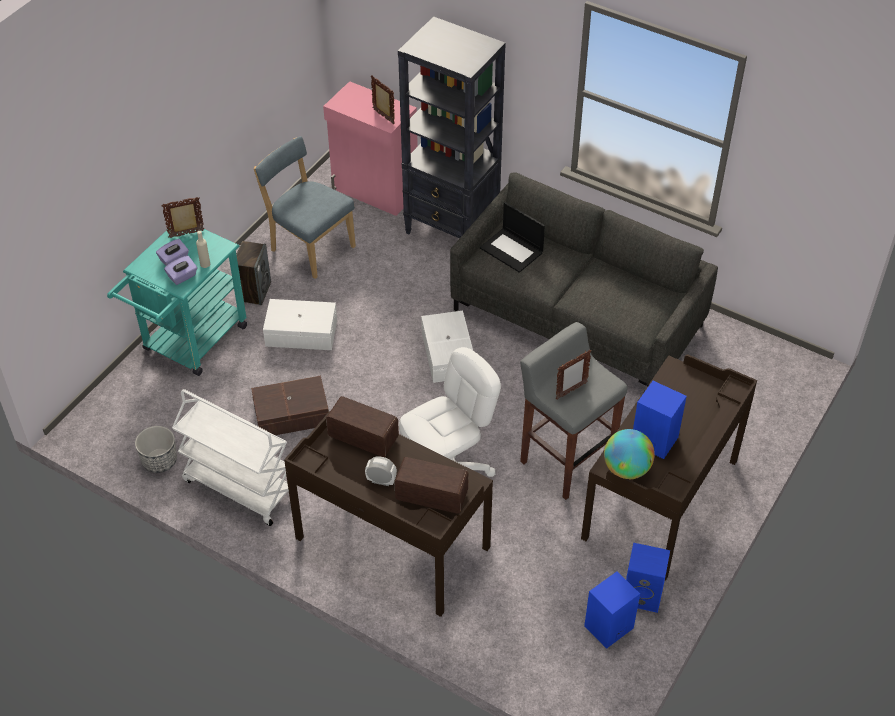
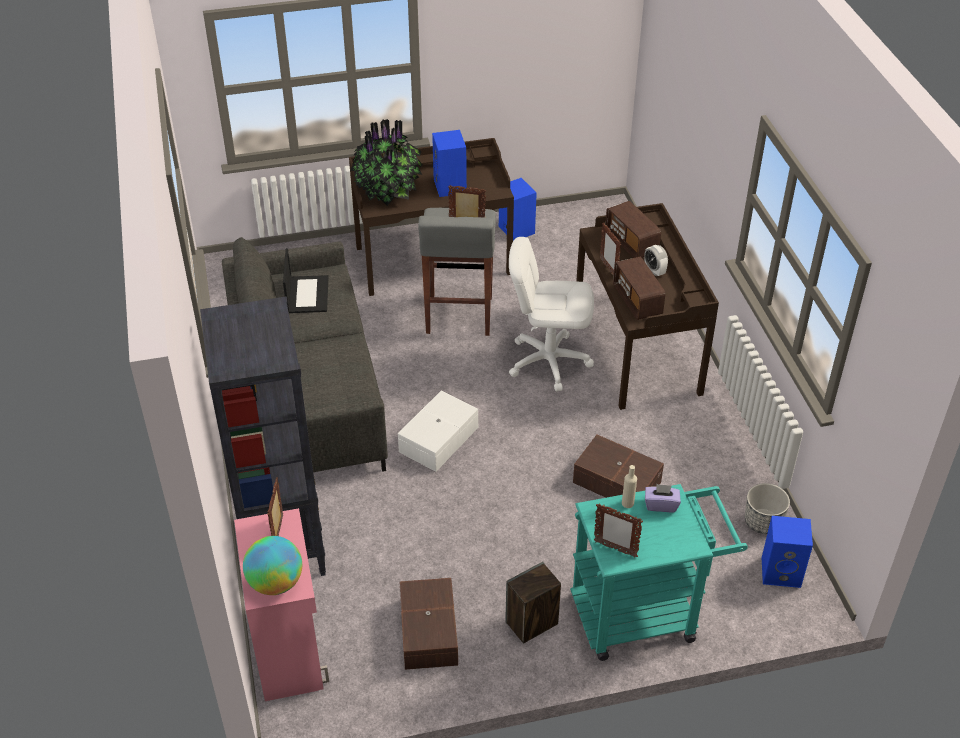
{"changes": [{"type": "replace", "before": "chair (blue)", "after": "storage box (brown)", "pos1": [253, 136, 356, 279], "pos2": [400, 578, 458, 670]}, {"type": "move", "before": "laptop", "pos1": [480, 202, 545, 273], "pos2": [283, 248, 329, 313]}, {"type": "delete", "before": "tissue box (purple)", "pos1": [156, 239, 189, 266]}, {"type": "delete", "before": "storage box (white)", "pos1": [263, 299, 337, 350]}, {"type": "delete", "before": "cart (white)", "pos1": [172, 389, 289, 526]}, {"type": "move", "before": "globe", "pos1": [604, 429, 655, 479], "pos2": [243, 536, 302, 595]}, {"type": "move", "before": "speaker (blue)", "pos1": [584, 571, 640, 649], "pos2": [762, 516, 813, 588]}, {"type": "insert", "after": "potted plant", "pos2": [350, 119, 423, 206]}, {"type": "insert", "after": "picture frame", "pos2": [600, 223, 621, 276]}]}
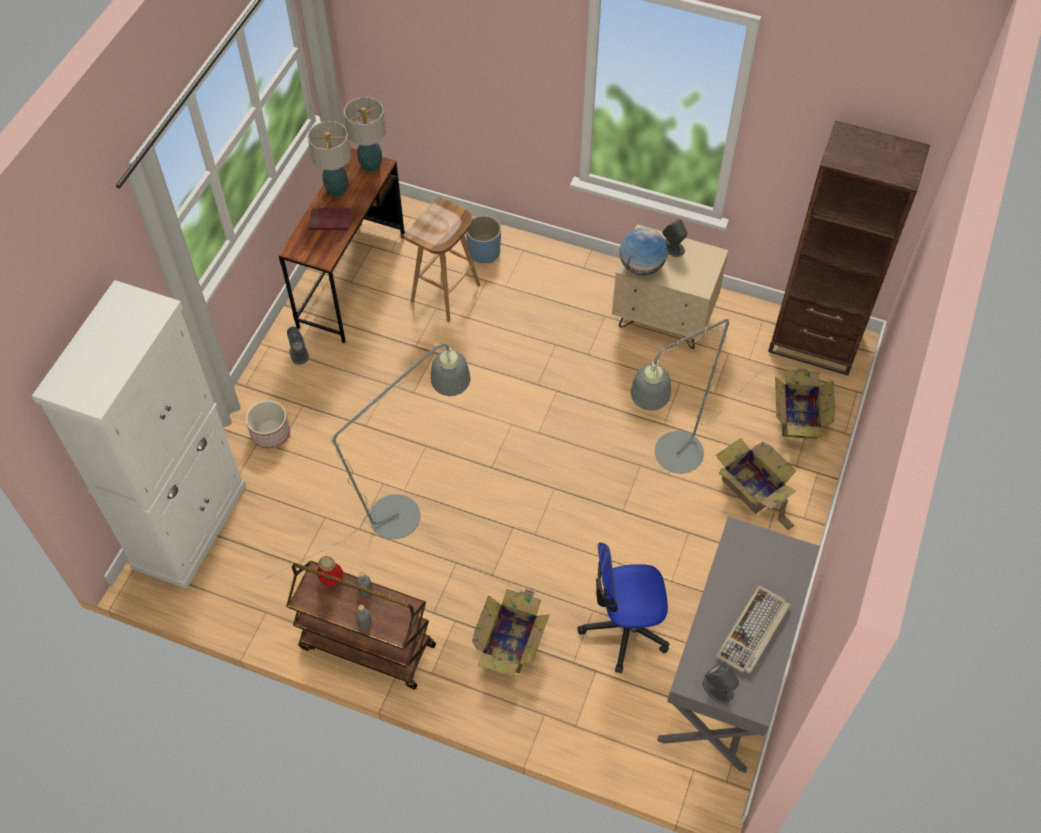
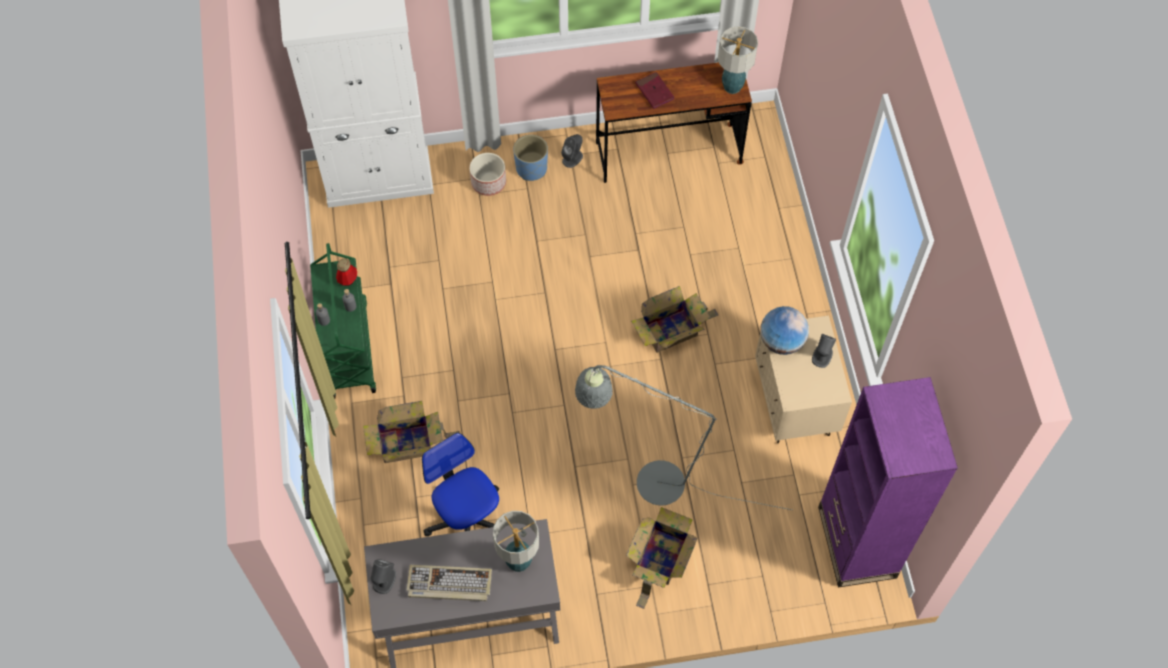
{"changes": [{"type": "move", "before": "table lamp", "pos1": [307, 121, 351, 197], "pos2": [493, 511, 539, 572]}, {"type": "recolor", "before": "bookcase (brown)", "after": "bookcase (purple)", "pos1": [768, 121, 930, 376], "pos2": [818, 377, 958, 588]}, {"type": "delete", "before": "stool (brown)", "pos1": [404, 197, 480, 322]}, {"type": "move", "before": "planter (blue)", "pos1": [466, 215, 501, 263], "pos2": [513, 135, 548, 181]}, {"type": "delete", "before": "floor lamp (grey)", "pos1": [265, 343, 471, 579]}, {"type": "move", "before": "cardboard box", "pos1": [775, 369, 835, 439], "pos2": [631, 286, 718, 353]}, {"type": "recolor", "before": "cart (brown)", "after": "cart (green)", "pos1": [286, 561, 436, 689], "pos2": [310, 243, 376, 399]}]}
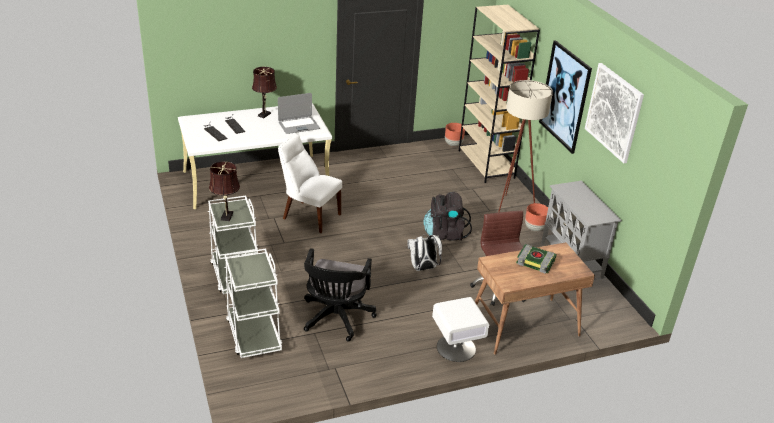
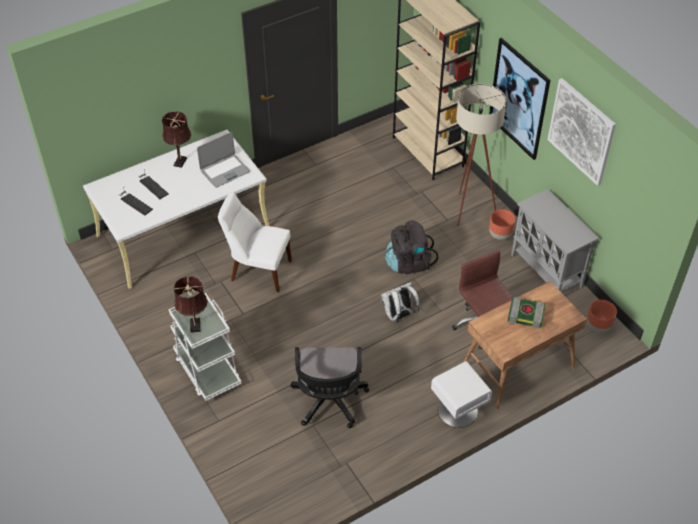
{"changes": [{"type": "move", "before": "planter (brown)", "pos1": [445, 123, 465, 146], "pos2": [587, 300, 617, 333]}, {"type": "delete", "before": "cart (white)", "pos1": [224, 248, 282, 358]}]}
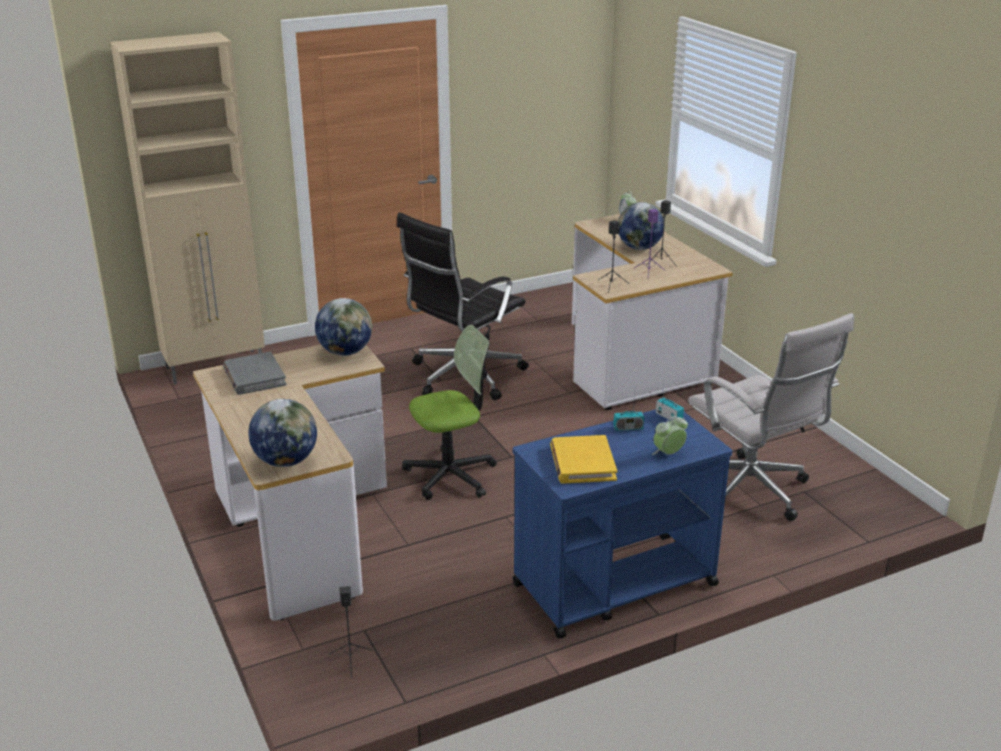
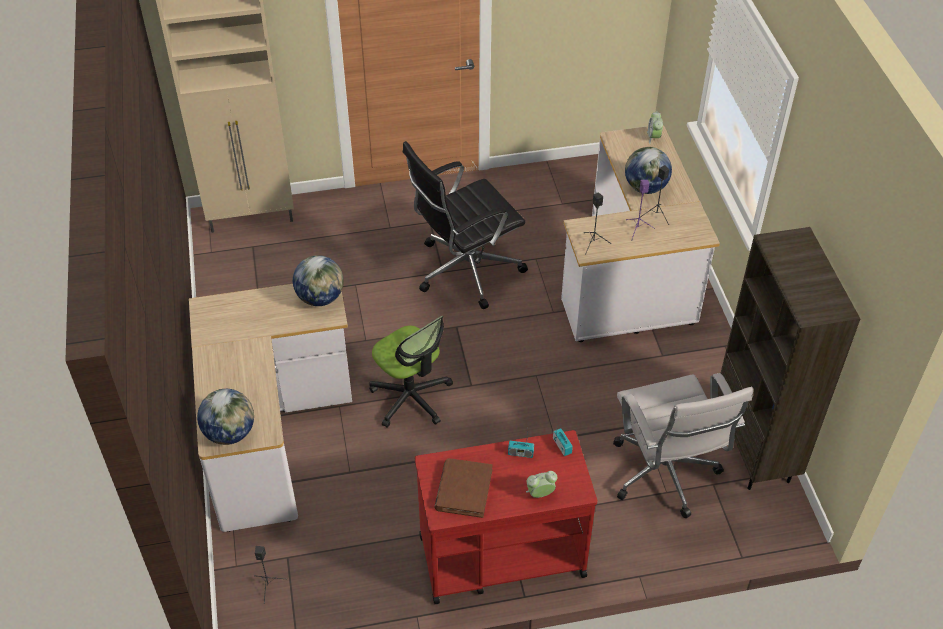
{"changes": [{"type": "rotate", "before": "office chair", "pos1": [402, 324, 497, 500], "pos2": [369, 316, 453, 428], "turn": 60}, {"type": "delete", "before": "book (grey)", "pos1": [223, 352, 287, 395]}, {"type": "recolor", "before": "cart (blue)", "after": "cart (red)", "pos1": [513, 409, 732, 639], "pos2": [415, 430, 597, 604]}, {"type": "recolor", "before": "book (yellow)", "after": "book (brown)", "pos1": [550, 435, 617, 484], "pos2": [434, 458, 493, 518]}, {"type": "insert", "after": "bookcase (brown)", "pos2": [718, 227, 860, 490]}]}
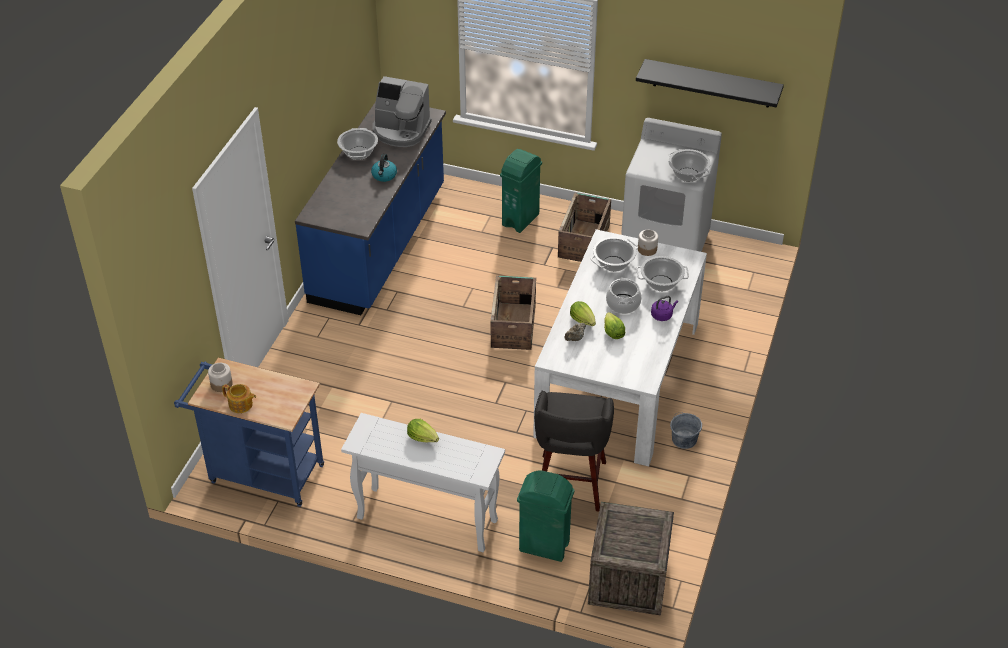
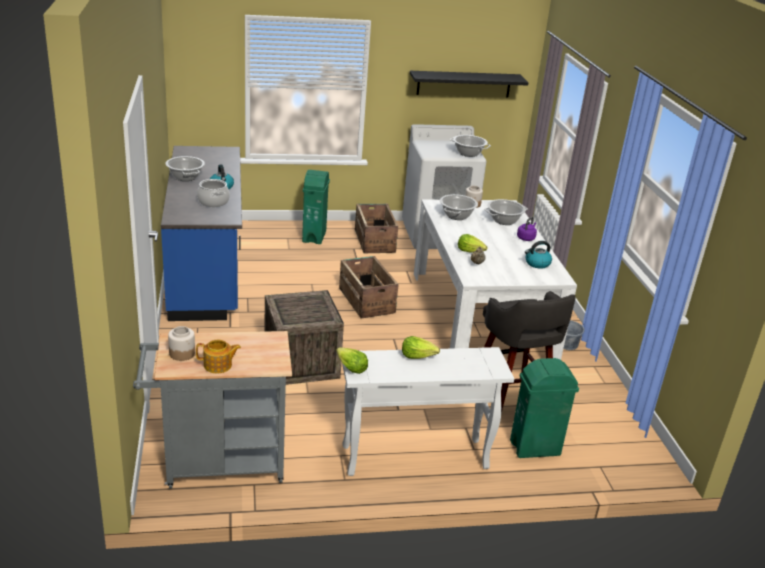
{"changes": [{"type": "delete", "before": "coffee machine", "pos1": [372, 76, 432, 147]}, {"type": "move", "before": "cooking pot", "pos1": [606, 277, 642, 314], "pos2": [197, 179, 230, 207]}, {"type": "move", "before": "lettuce", "pos1": [604, 312, 625, 339], "pos2": [337, 347, 368, 374]}, {"type": "recolor", "before": "cart (blue)", "after": "cart (grey)", "pos1": [174, 358, 324, 507], "pos2": [133, 331, 292, 489]}, {"type": "move", "before": "crate", "pos1": [588, 502, 674, 616], "pos2": [264, 290, 344, 385]}, {"type": "insert", "after": "kettle", "pos2": [525, 241, 552, 269]}]}
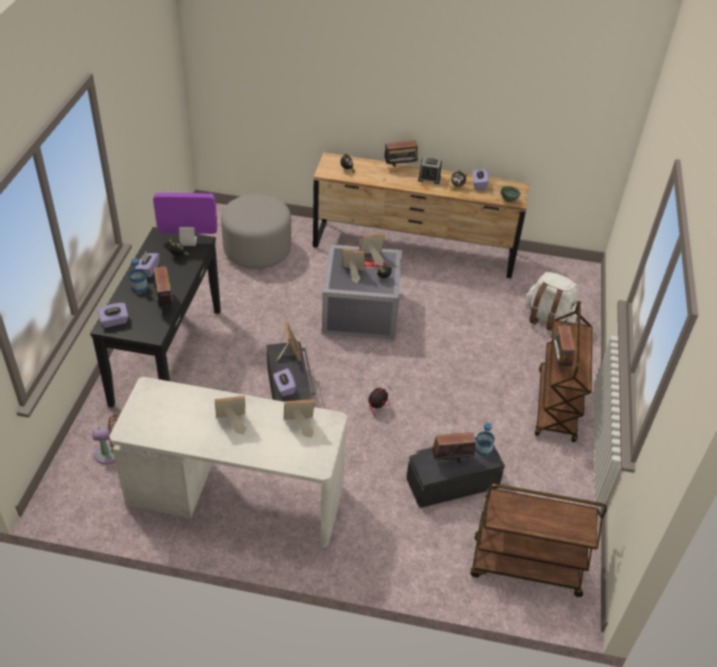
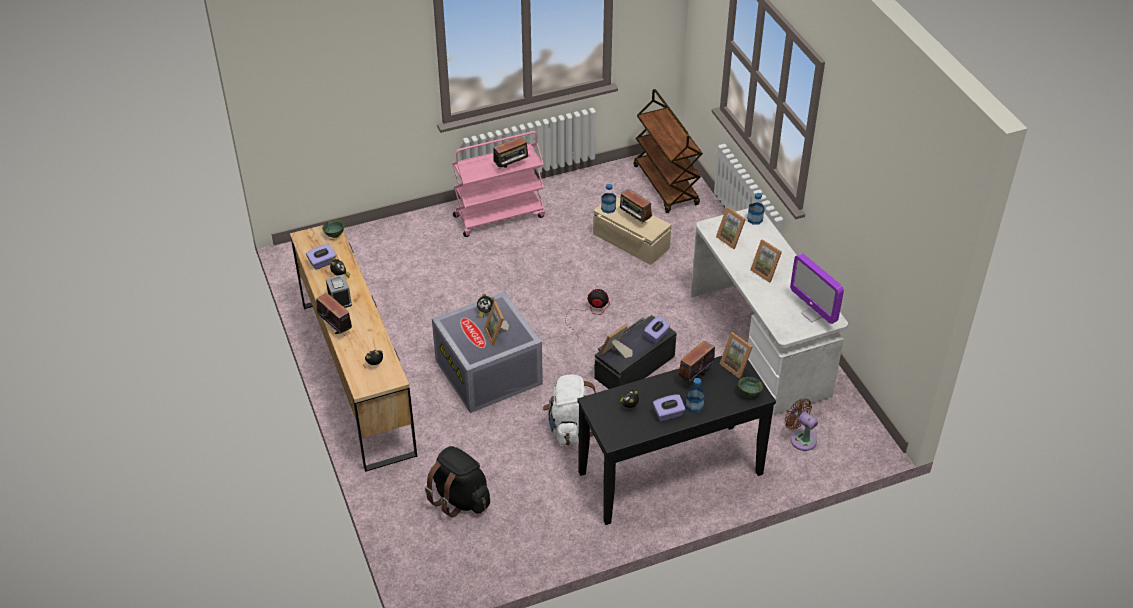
{"changes": [{"type": "move", "before": "monitor", "pos1": [153, 193, 218, 246], "pos2": [790, 253, 844, 324]}, {"type": "replace", "before": "ottoman (grey)", "after": "backpack (black)", "pos1": [221, 194, 291, 269], "pos2": [425, 446, 490, 518]}, {"type": "move", "before": "picture frame", "pos1": [359, 233, 385, 266], "pos2": [719, 332, 753, 378]}, {"type": "move", "before": "backpack (white)", "pos1": [525, 272, 578, 331], "pos2": [543, 375, 596, 445]}, {"type": "recolor", "before": "cart (brown)", "after": "cart (pink)", "pos1": [535, 301, 592, 442], "pos2": [452, 131, 545, 237]}, {"type": "replace", "before": "tissue box (purple)", "after": "bowl (green)", "pos1": [97, 303, 128, 328], "pos2": [738, 377, 763, 398]}, {"type": "recolor", "before": "storage box (black)", "after": "storage box (beige)", "pos1": [406, 437, 505, 508], "pos2": [593, 196, 671, 265]}, {"type": "insert", "after": "bottle", "pos2": [747, 193, 765, 225]}]}
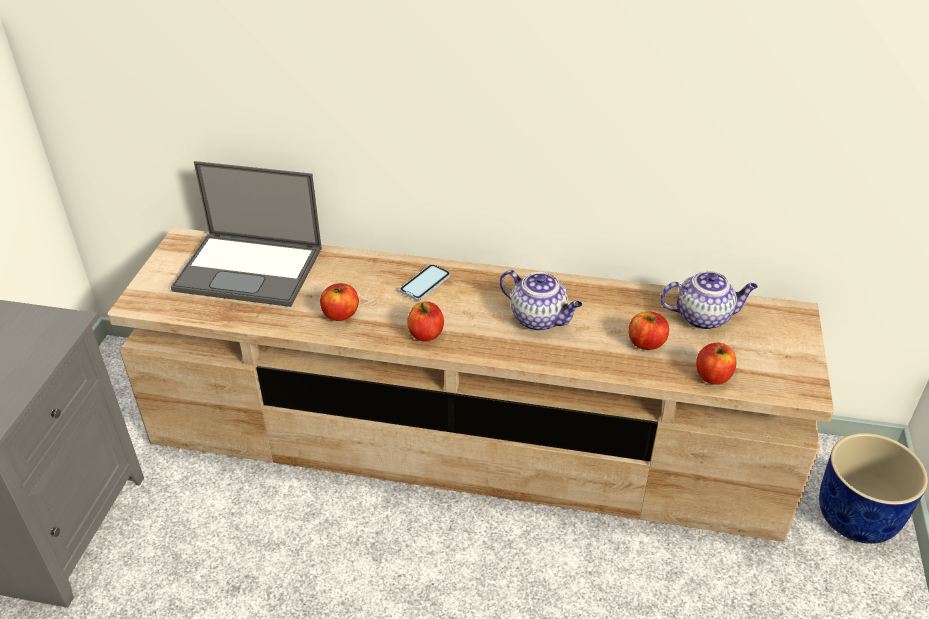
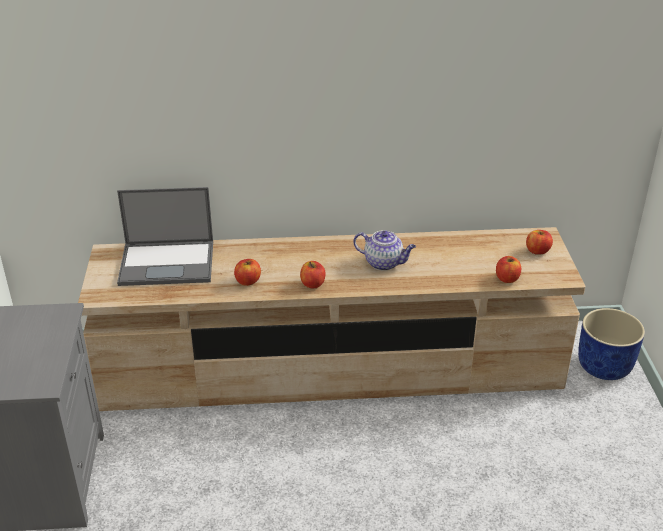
{"changes": [{"type": "delete", "before": "phone", "pos1": [400, 264, 450, 300]}, {"type": "delete", "before": "teapot", "pos1": [660, 271, 758, 330]}, {"type": "move", "before": "apple", "pos1": [628, 312, 669, 350], "pos2": [526, 230, 553, 255]}]}
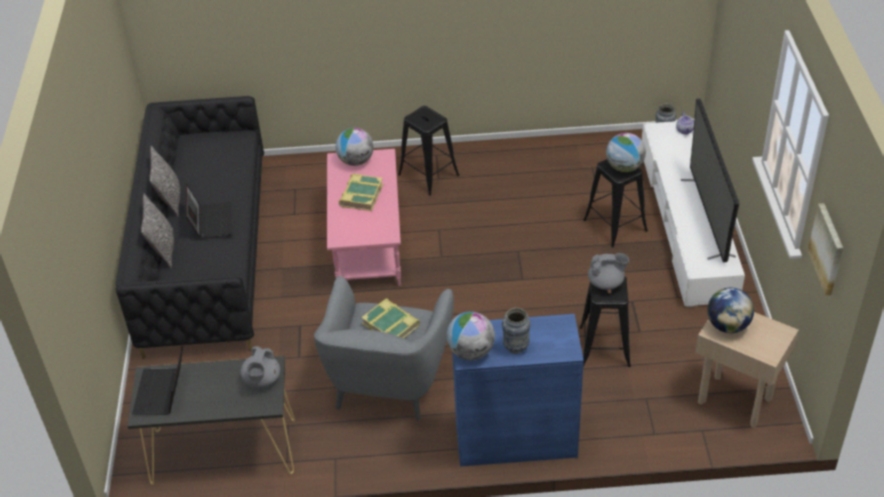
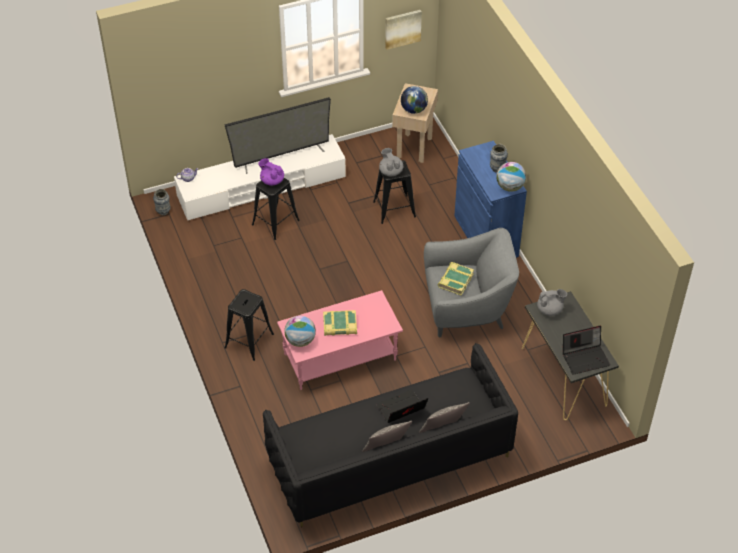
{"changes": [{"type": "replace", "before": "globe", "after": "teapot (purple)", "pos1": [606, 133, 646, 172], "pos2": [258, 158, 284, 186]}]}
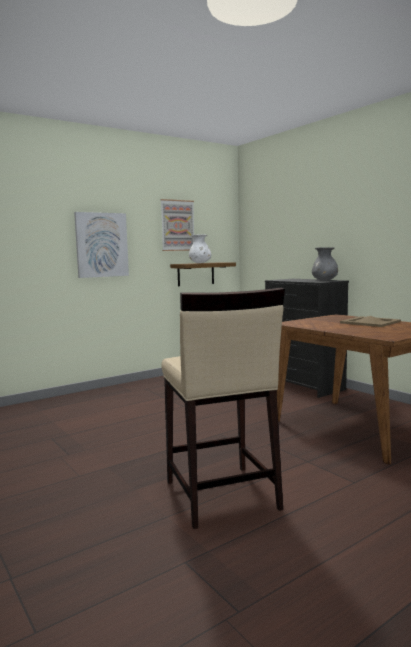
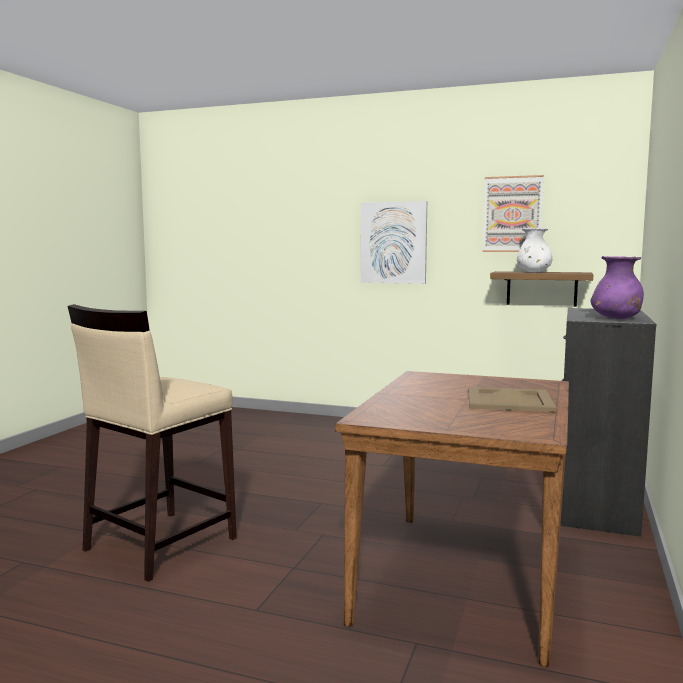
{"changes": [{"type": "recolor", "before": "vase (grey)", "after": "vase (purple)", "pos1": [312, 247, 338, 281], "pos2": [591, 256, 644, 319]}]}
